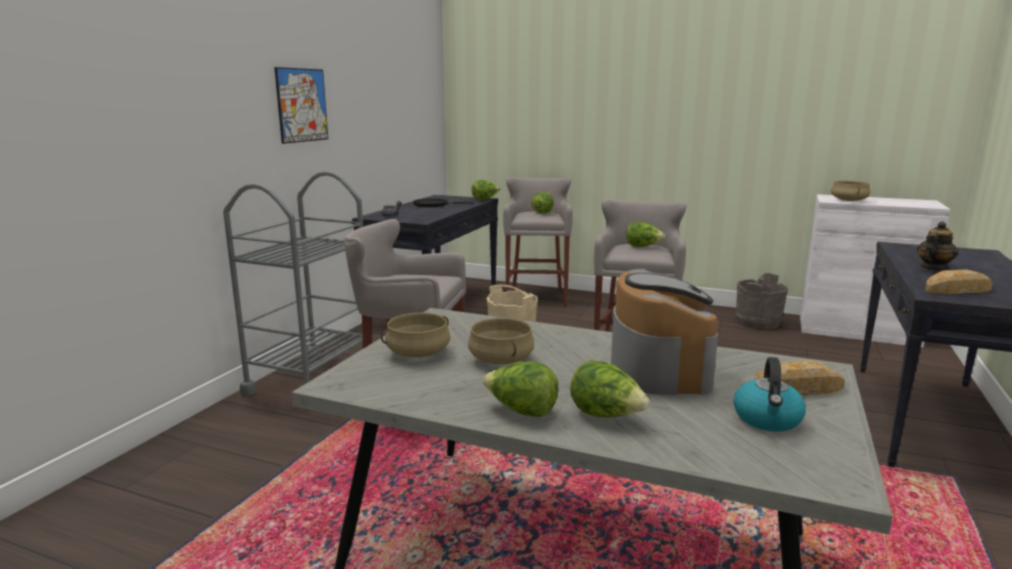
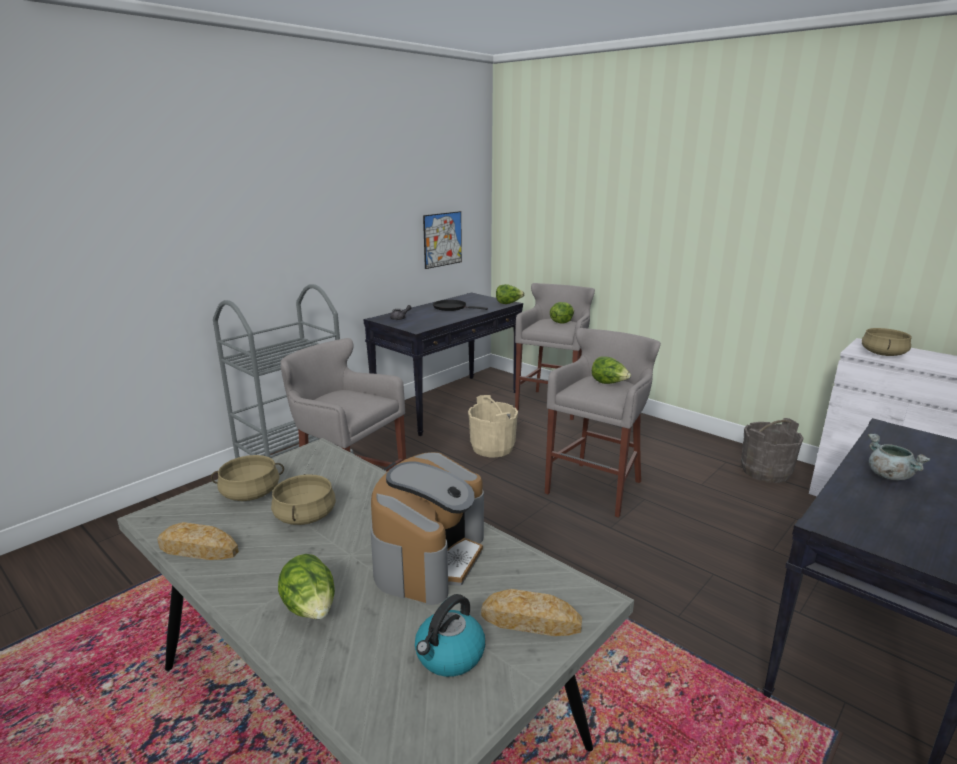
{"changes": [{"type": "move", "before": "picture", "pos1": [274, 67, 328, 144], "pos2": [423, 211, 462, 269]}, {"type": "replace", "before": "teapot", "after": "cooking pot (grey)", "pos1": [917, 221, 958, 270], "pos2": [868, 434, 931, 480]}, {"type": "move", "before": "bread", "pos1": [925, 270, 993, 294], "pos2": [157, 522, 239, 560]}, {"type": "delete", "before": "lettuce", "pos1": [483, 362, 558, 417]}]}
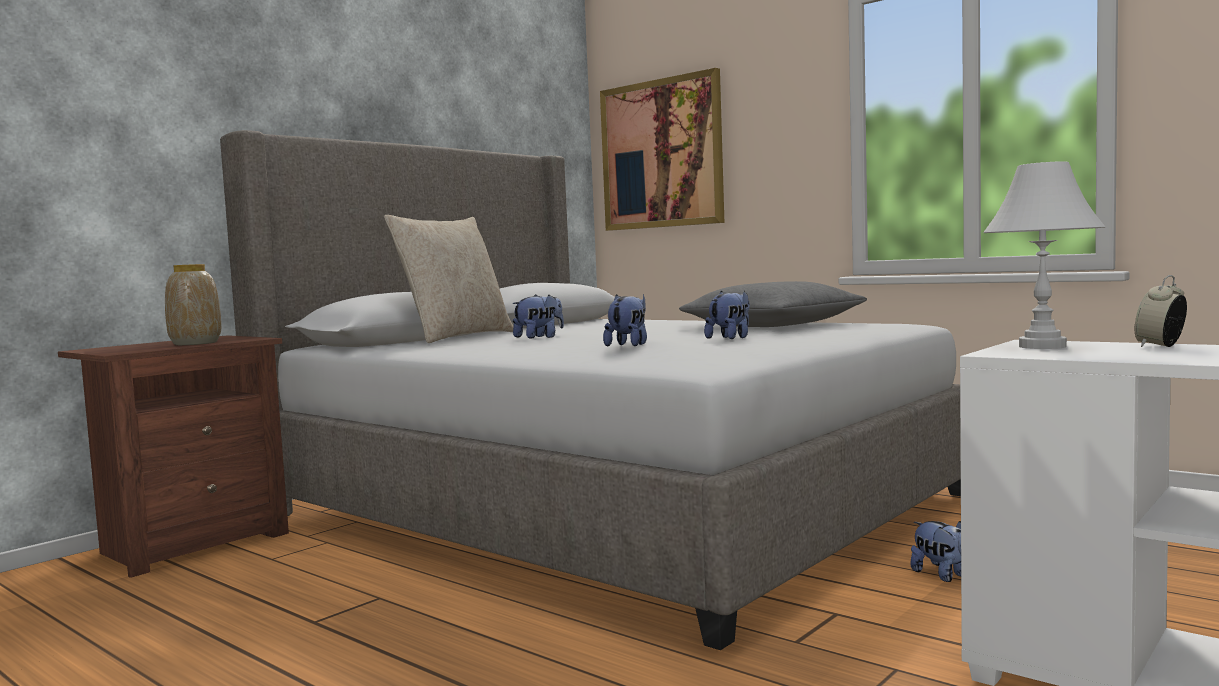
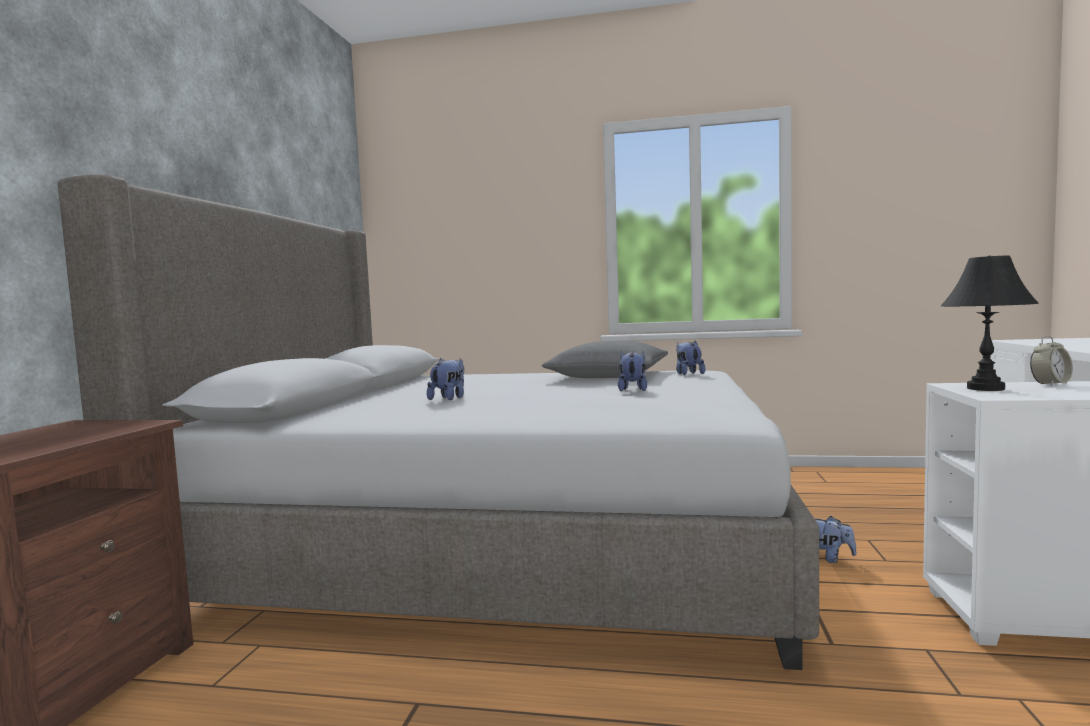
{"changes": [{"type": "delete", "before": "picture", "pos1": [600, 68, 724, 231]}, {"type": "recolor", "before": "table lamp (white)", "after": "table lamp (black)", "pos1": [983, 161, 1105, 349], "pos2": [941, 256, 1039, 391]}, {"type": "delete", "before": "pillow (beige)", "pos1": [384, 215, 514, 343]}, {"type": "delete", "before": "vase", "pos1": [165, 264, 221, 345]}, {"type": "rotate", "before": "alarm clock", "pos1": [1135, 275, 1187, 347], "pos2": [1030, 336, 1073, 386], "turn": -135}, {"type": "move", "before": "plush toy", "pos1": [603, 294, 647, 346], "pos2": [676, 340, 705, 375]}]}
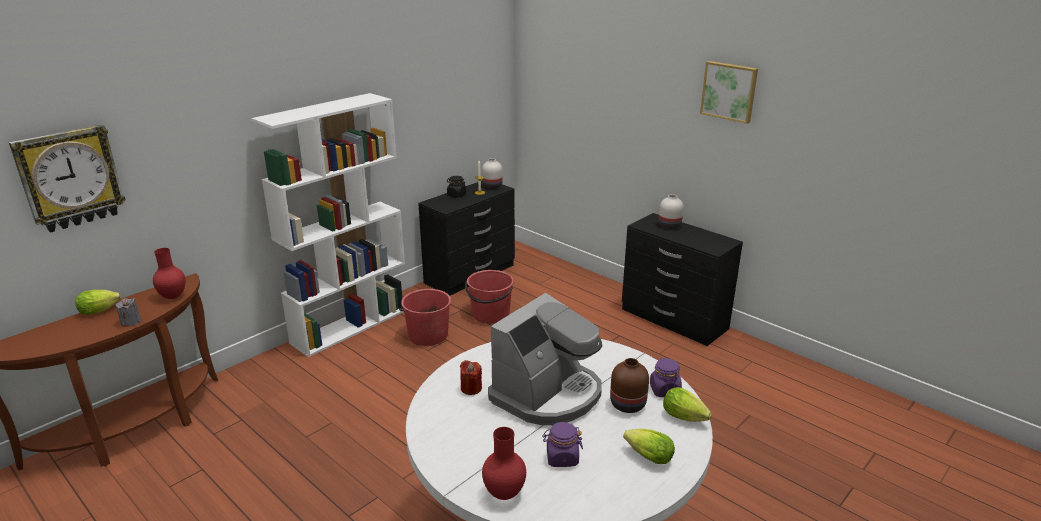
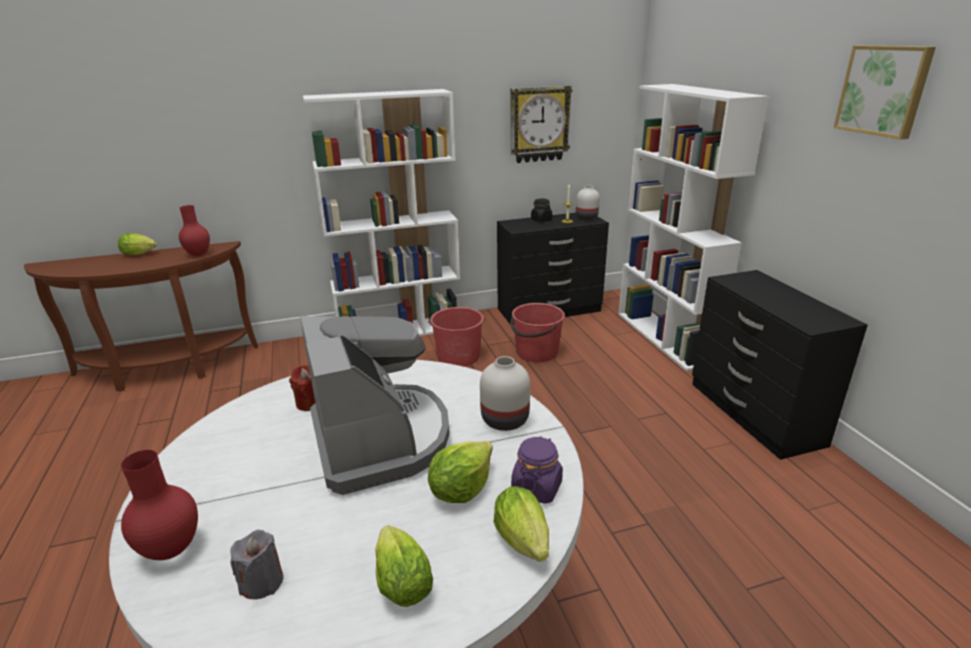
{"changes": [{"type": "move", "before": "wall clock", "pos1": [9, 124, 126, 233], "pos2": [510, 86, 573, 163]}, {"type": "move", "before": "vase (white)", "pos1": [659, 194, 684, 229], "pos2": [480, 356, 530, 431]}, {"type": "rotate", "before": "coffee machine", "pos1": [488, 293, 602, 425], "pos2": [300, 316, 450, 495], "turn": -90}, {"type": "move", "before": "candle (grey)", "pos1": [116, 298, 141, 327], "pos2": [230, 530, 283, 600]}, {"type": "replace", "before": "vase (brown)", "after": "lettuce", "pos1": [610, 358, 649, 413], "pos2": [428, 441, 493, 503]}, {"type": "delete", "before": "jar (purple)", "pos1": [542, 422, 583, 467]}, {"type": "insert", "after": "bookcase (white)", "pos2": [618, 84, 769, 371]}]}
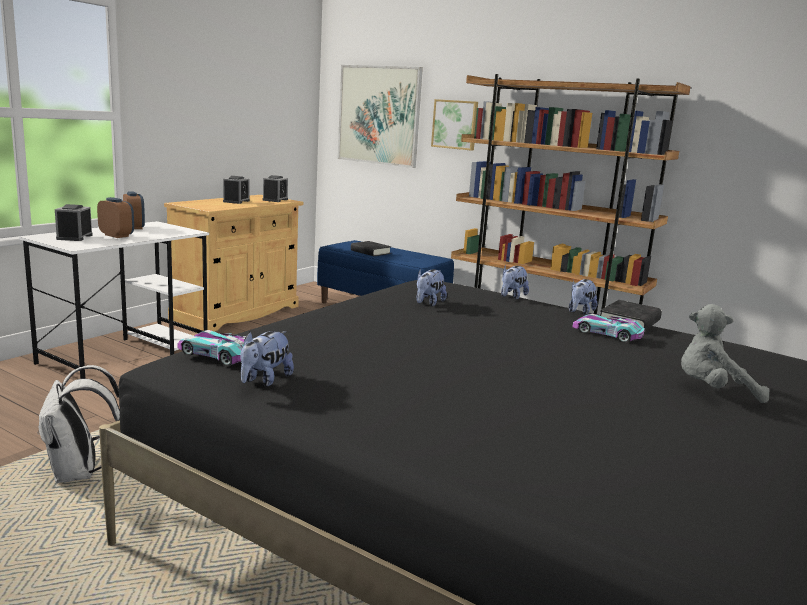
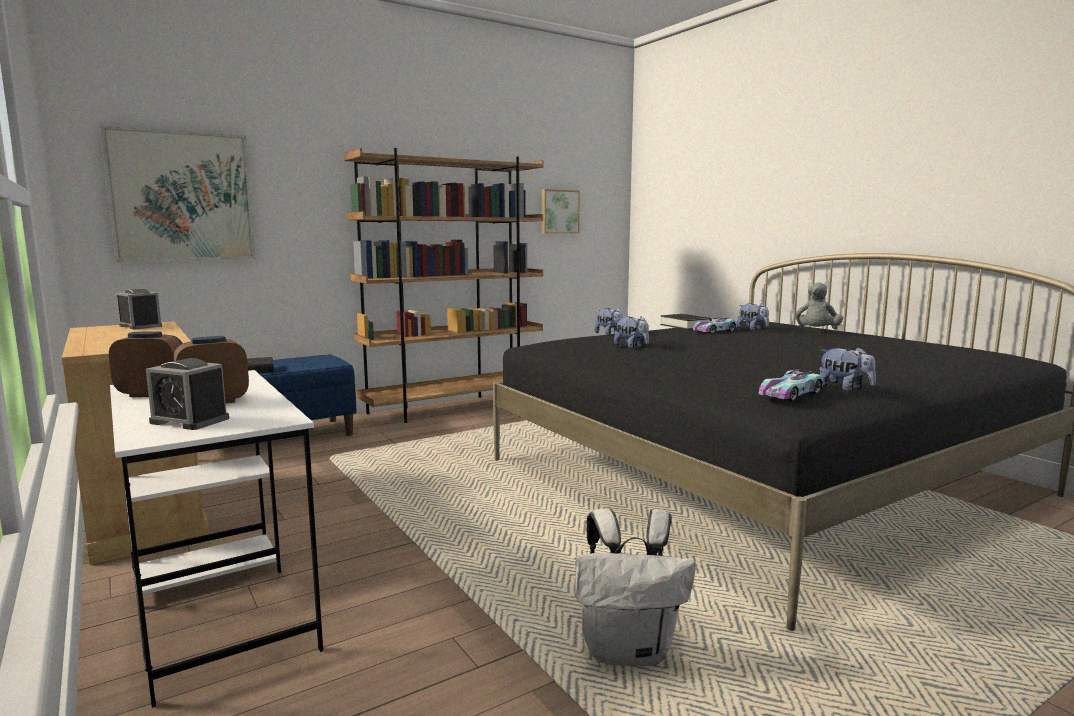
{"changes": [{"type": "move", "before": "picture", "pos1": [431, 99, 478, 150], "pos2": [542, 189, 580, 234]}, {"type": "delete", "before": "alarm clock", "pos1": [223, 176, 250, 204]}, {"type": "move", "before": "plush toy", "pos1": [569, 279, 597, 315], "pos2": [737, 303, 769, 330]}]}
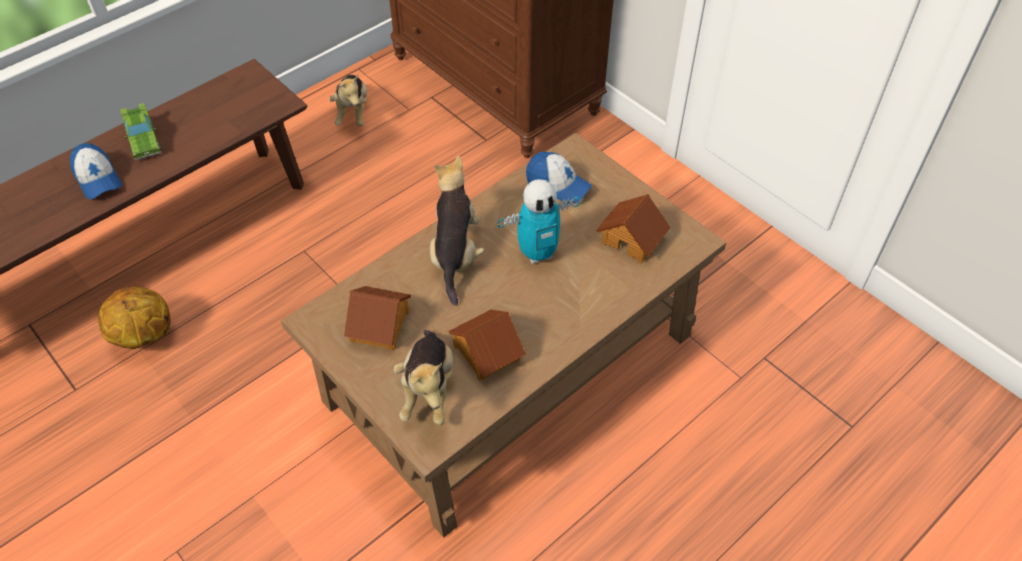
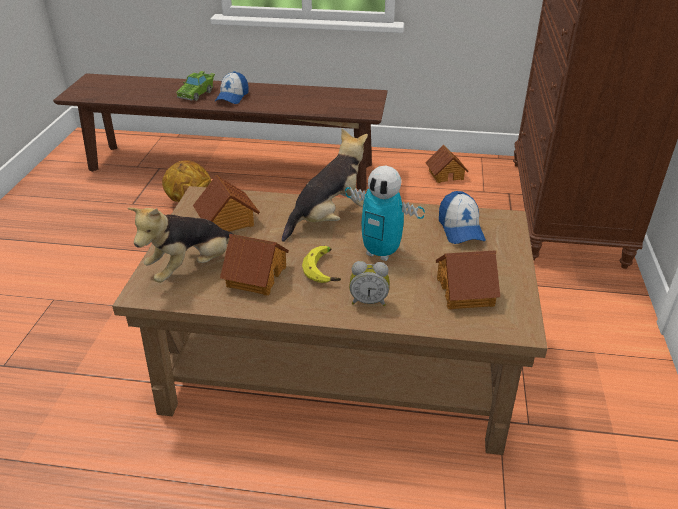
{"changes": [{"type": "replace", "before": "plush toy", "after": "toy house", "pos1": [329, 75, 367, 126], "pos2": [425, 145, 468, 183]}, {"type": "move", "before": "toy car (green)", "pos1": [120, 103, 161, 160], "pos2": [176, 71, 215, 101]}, {"type": "insert", "after": "banana", "pos2": [302, 246, 341, 283]}, {"type": "insert", "after": "alarm clock", "pos2": [349, 261, 390, 306]}]}
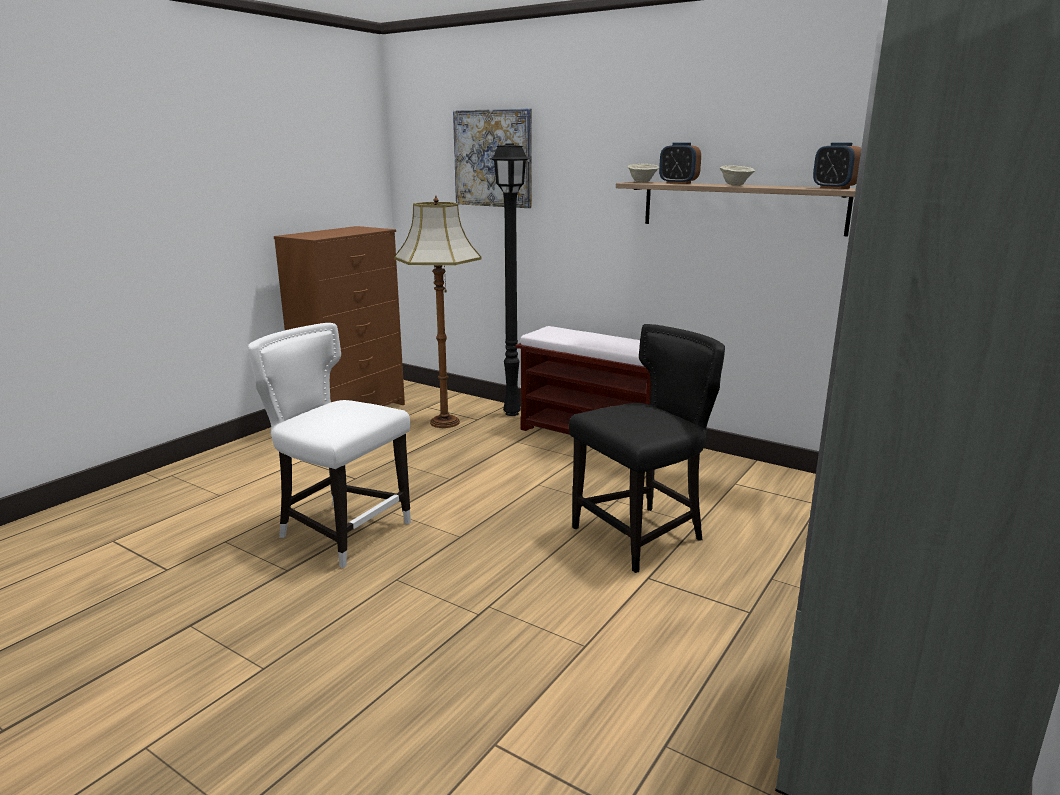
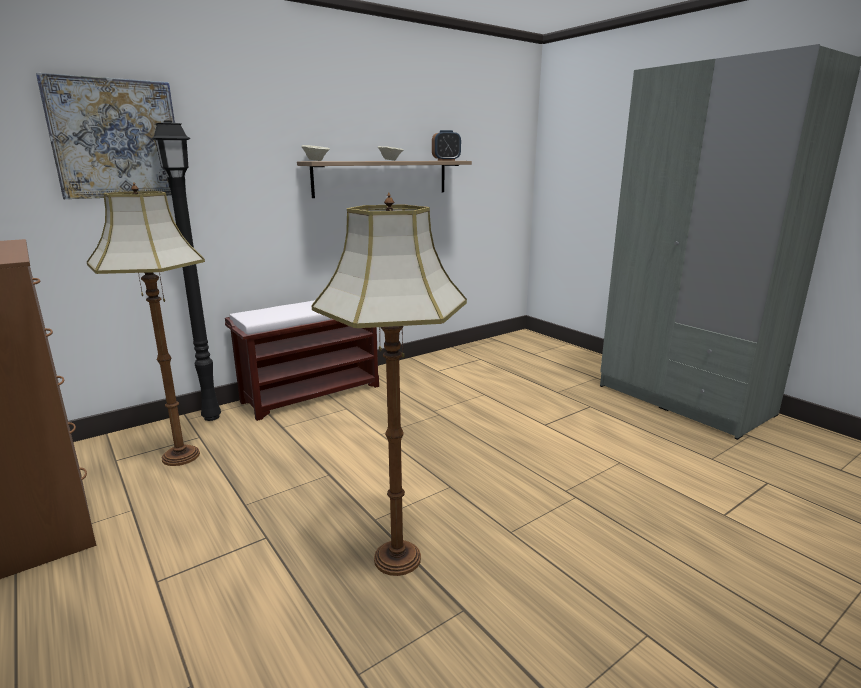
{"changes": [{"type": "delete", "before": "alarm clock", "pos1": [659, 143, 701, 184]}, {"type": "replace", "before": "chair (white)", "after": "floor lamp", "pos1": [248, 323, 411, 568], "pos2": [312, 193, 467, 576]}, {"type": "delete", "before": "chair (black)", "pos1": [569, 324, 725, 573]}]}
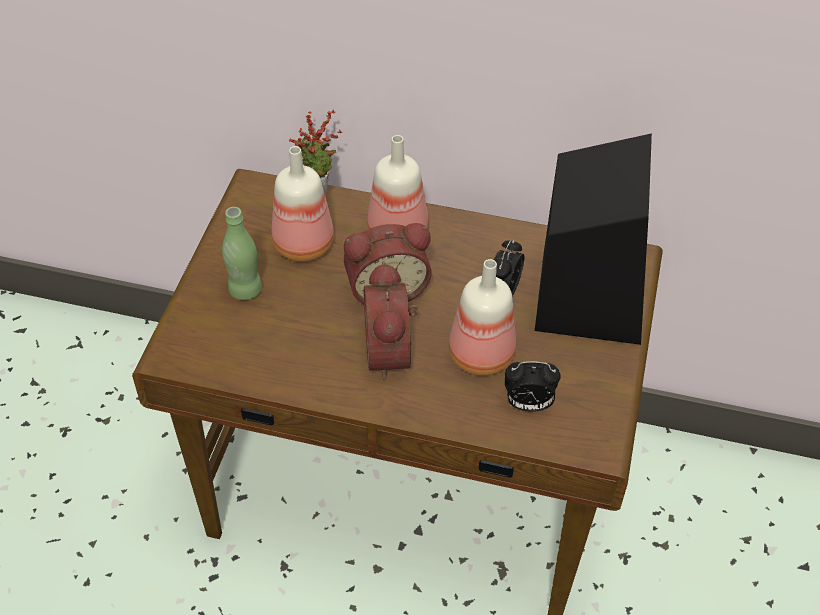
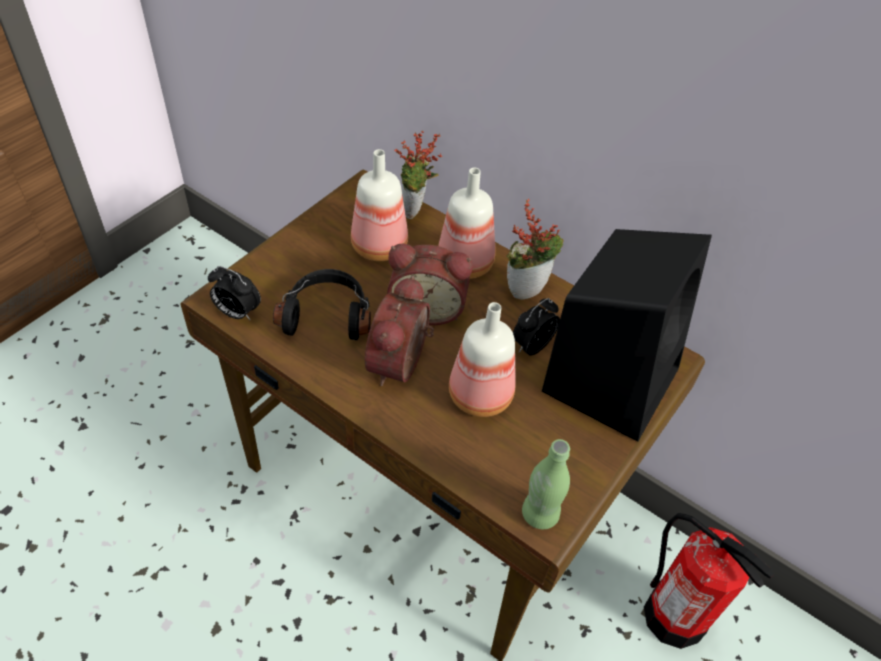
{"changes": [{"type": "move", "before": "bottle (green)", "pos1": [222, 207, 262, 300], "pos2": [522, 439, 570, 529]}, {"type": "move", "before": "alarm clock", "pos1": [505, 361, 561, 412], "pos2": [208, 266, 261, 321]}, {"type": "insert", "after": "potted plant", "pos2": [507, 199, 563, 300]}, {"type": "insert", "after": "headphones (black)", "pos2": [273, 269, 371, 340]}, {"type": "insert", "after": "fire extinguisher", "pos2": [644, 513, 774, 649]}]}
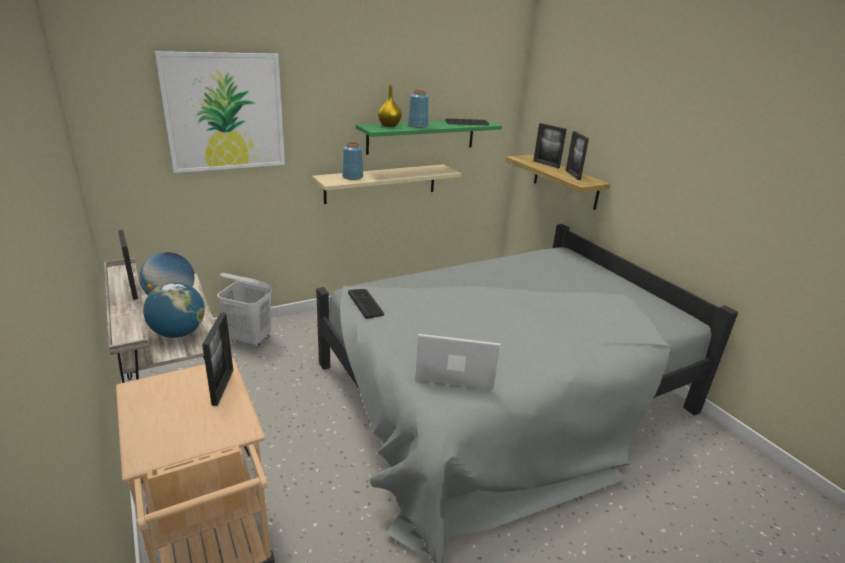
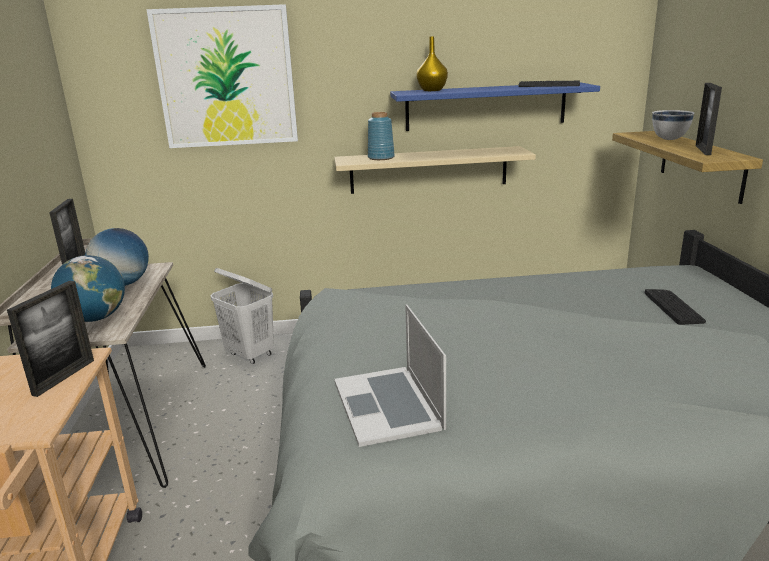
{"changes": [{"type": "delete", "before": "vase (blue)", "pos1": [408, 90, 428, 128]}, {"type": "recolor", "before": "shelf (green)", "after": "shelf (blue)", "pos1": [356, 119, 502, 155], "pos2": [390, 82, 600, 131]}, {"type": "replace", "before": "picture frame", "after": "bowl (white)", "pos1": [534, 123, 567, 168], "pos2": [652, 110, 694, 140]}, {"type": "move", "before": "keyboard", "pos1": [348, 289, 384, 319], "pos2": [644, 289, 706, 325]}, {"type": "rotate", "before": "laptop", "pos1": [415, 334, 500, 390], "pos2": [334, 304, 446, 447], "turn": -135}]}
